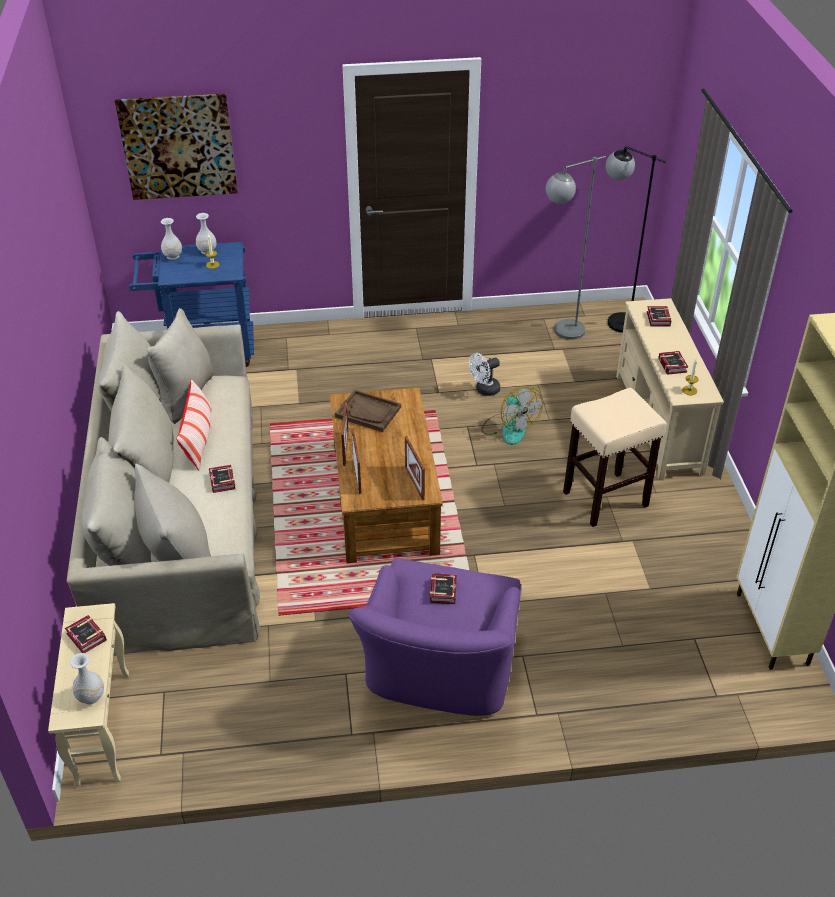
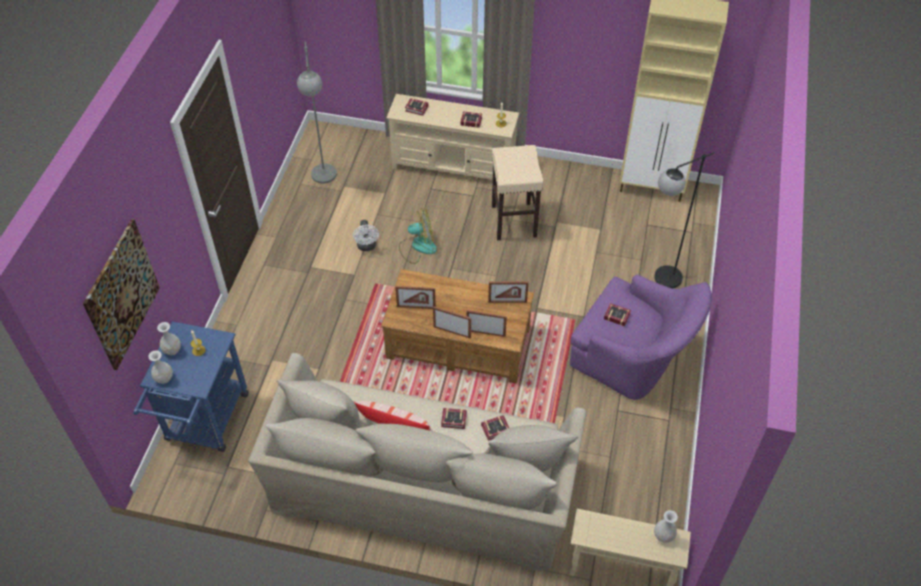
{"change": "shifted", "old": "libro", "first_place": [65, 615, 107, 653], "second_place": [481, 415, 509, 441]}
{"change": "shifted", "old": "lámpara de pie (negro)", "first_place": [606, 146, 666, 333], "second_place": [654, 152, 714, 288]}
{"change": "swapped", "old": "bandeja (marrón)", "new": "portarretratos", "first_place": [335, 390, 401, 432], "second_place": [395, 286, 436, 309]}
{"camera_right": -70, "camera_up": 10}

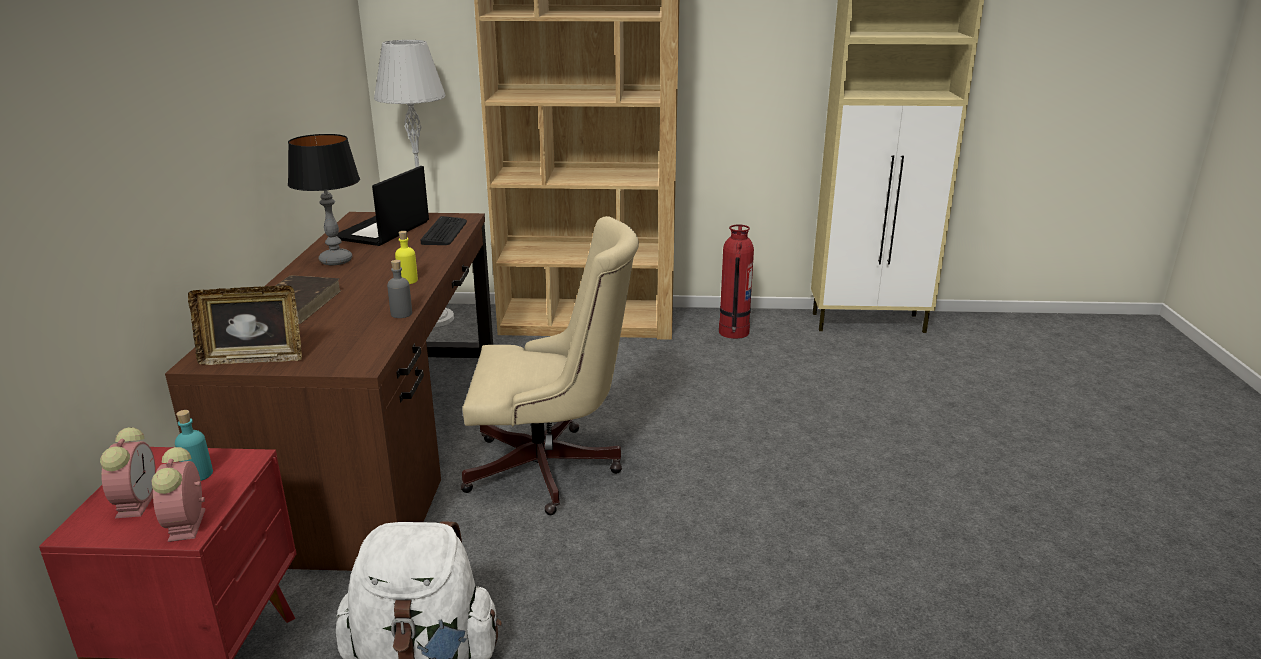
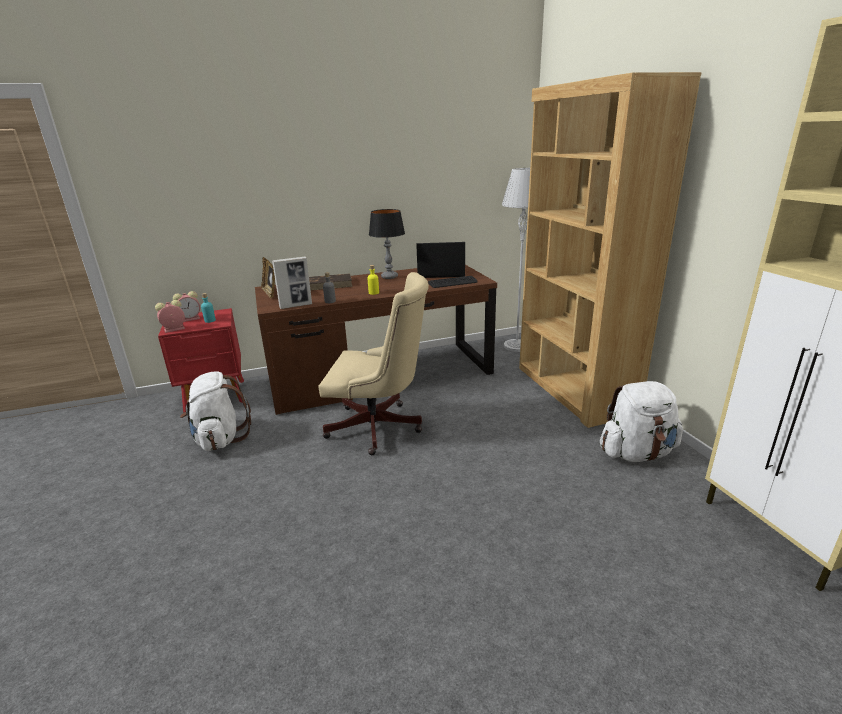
{"change": "new", "new": "portarretratos", "second_place": [272, 256, 312, 309]}
{"change": "swapped", "old": "extintor", "new": "mochila (blanco)", "first_place": [719, 224, 754, 339], "second_place": [600, 381, 683, 462]}
{"change": "rotated", "old": "silla de oficina (beis)", "first_place": [461, 216, 639, 515], "second_place": [318, 272, 429, 455], "degrees": -60}
{"camera_right": 70, "camera_up": 0}

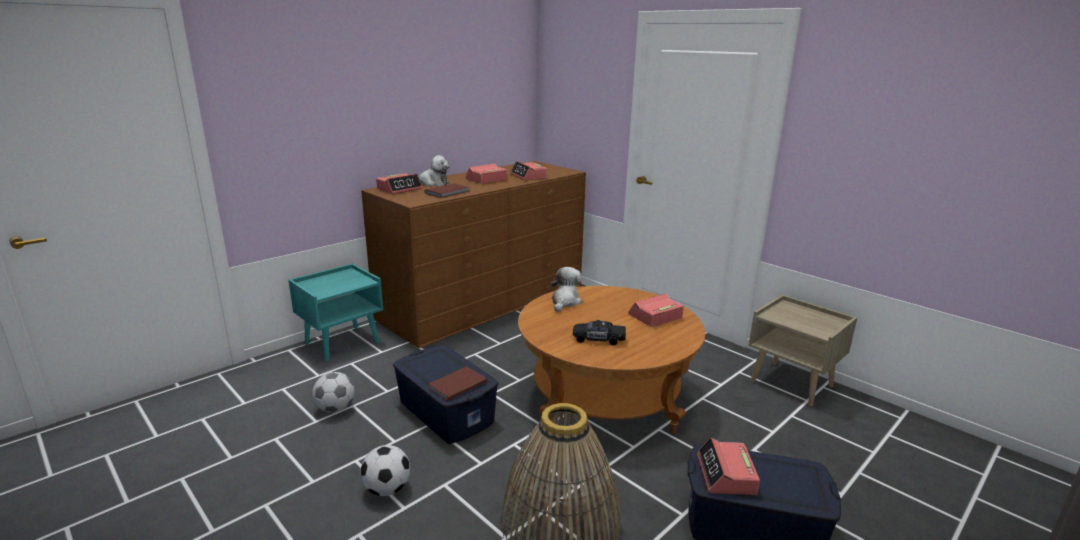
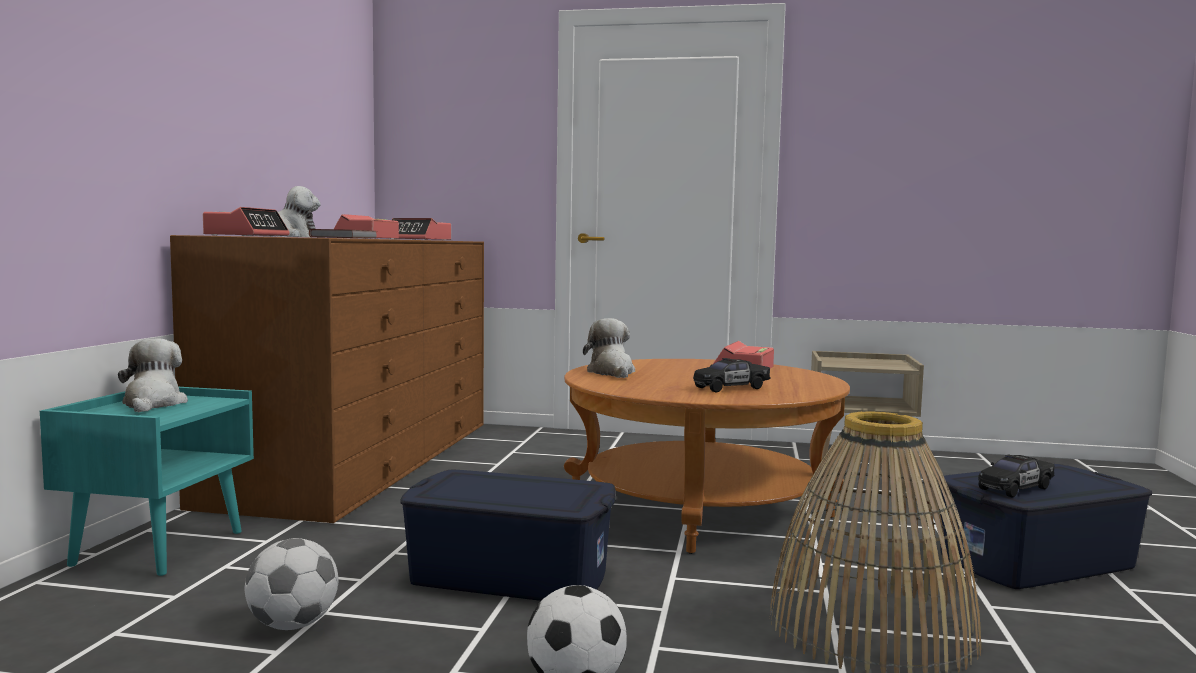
{"change": "gone", "old": "libro (marrón)", "first_place": [428, 366, 487, 401]}
{"change": "new", "new": "peluche", "second_place": [118, 338, 188, 412]}
{"change": "swapped", "old": "despertador", "new": "coche de juguete (negro)", "first_place": [697, 438, 760, 495], "second_place": [978, 454, 1055, 498]}
{"camera_right": -35, "camera_up": -15}

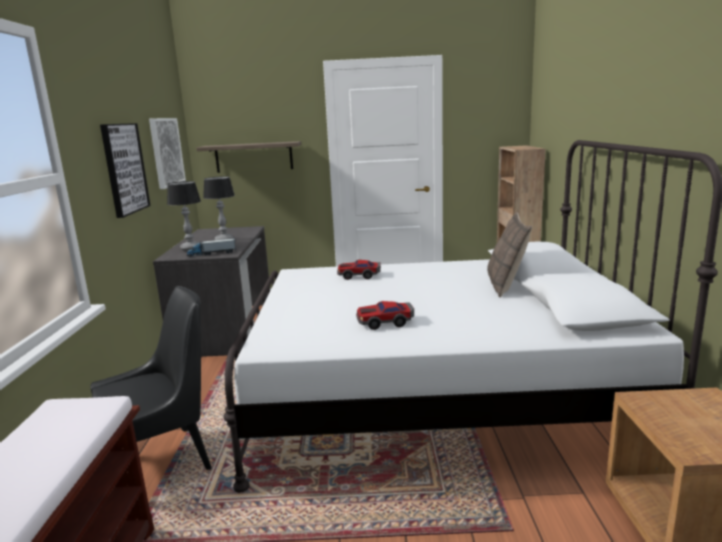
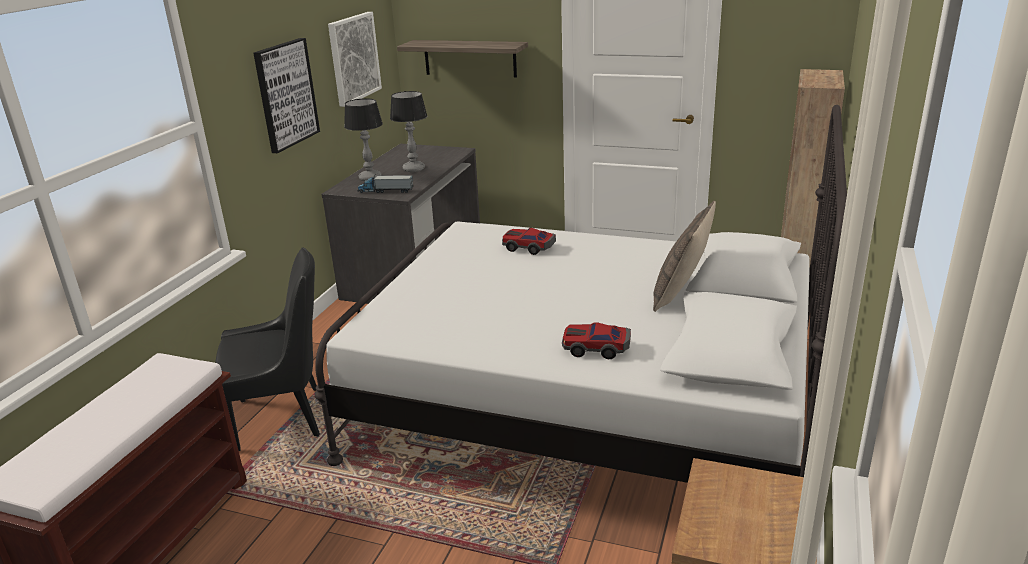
{"change": "shifted", "old": "coche de juguete", "first_place": [356, 301, 414, 330], "second_place": [562, 322, 631, 359]}
{"camera_right": 20, "camera_up": 10}

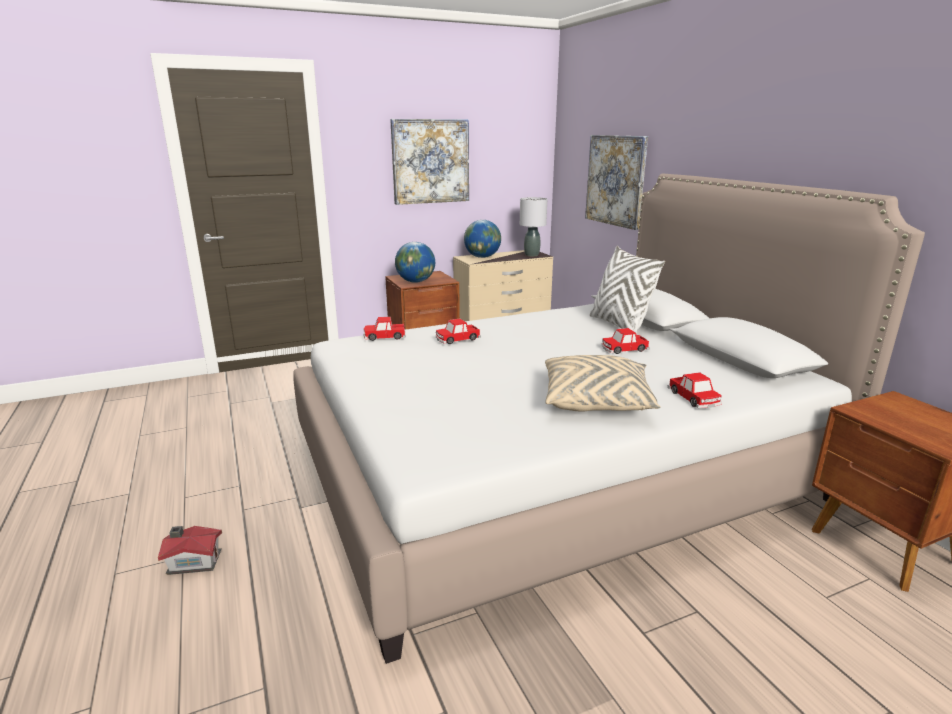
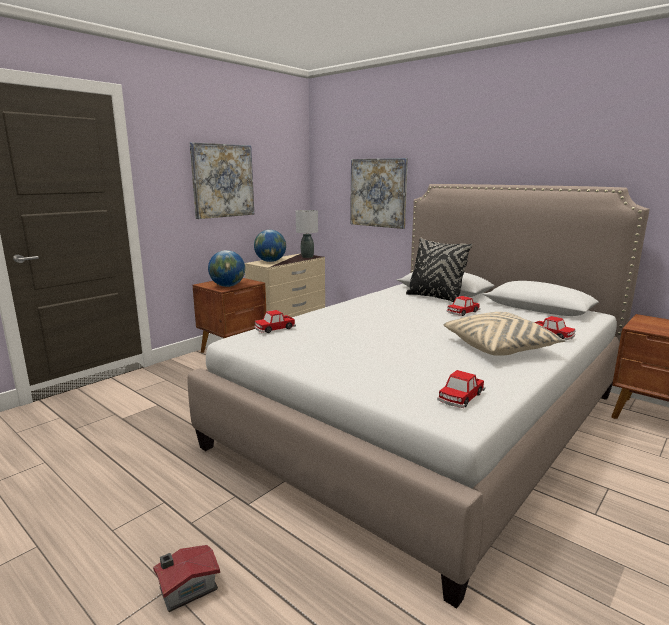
{"change": "shifted", "old": "coche de juguete", "first_place": [436, 318, 481, 344], "second_place": [437, 370, 485, 408]}
{"change": "repainted", "old": "cojín (blanco)", "new": "cojín (negro)", "first_place": [590, 246, 665, 335], "second_place": [406, 238, 473, 302]}
{"camera_right": -25, "camera_up": -5}

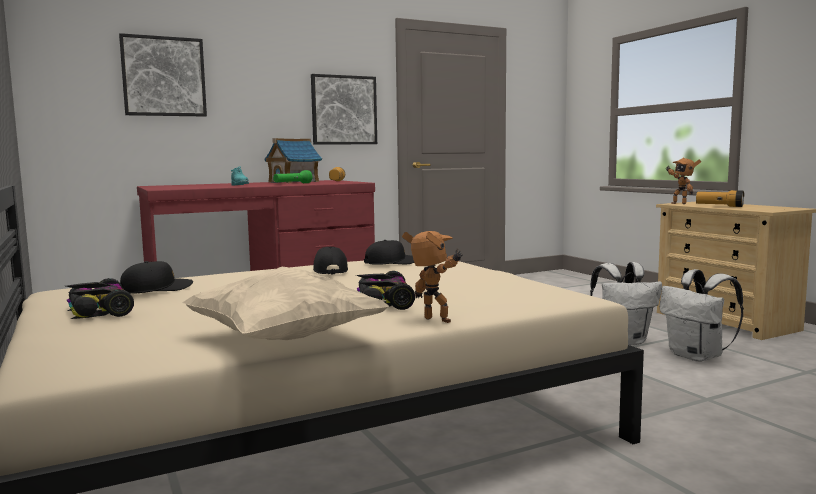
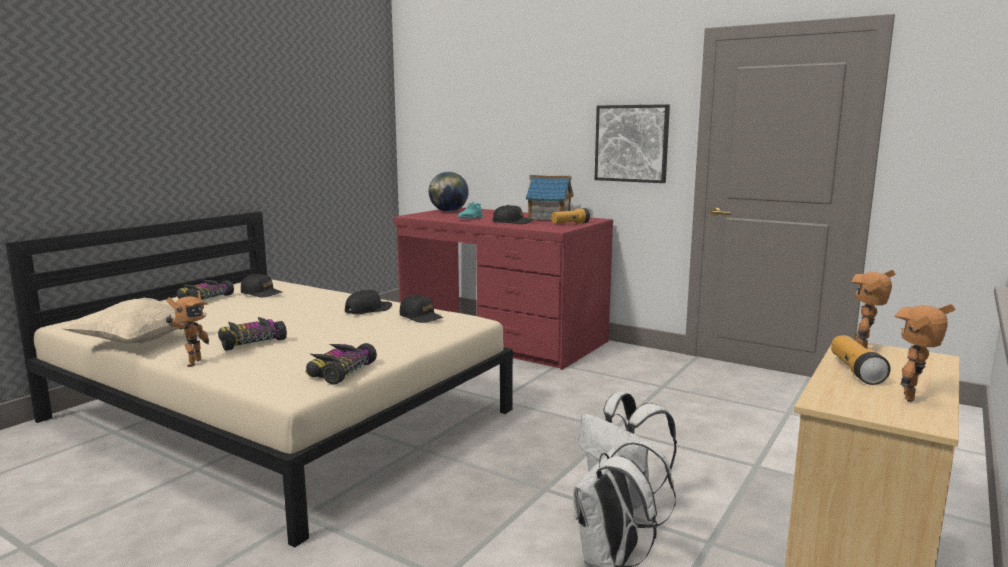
{"change": "gone", "old": "cuadro", "first_place": [119, 33, 207, 117]}
{"change": "new", "new": "coche de juguete", "second_place": [305, 343, 377, 385]}
{"change": "new", "new": "globo terráqueo", "second_place": [429, 172, 469, 212]}
{"change": "new", "new": "robot de juguete", "second_place": [895, 304, 955, 402]}
{"change": "swapped", "old": "linterna (verde)", "new": "gorra (negro)", "first_place": [273, 170, 312, 183], "second_place": [493, 205, 534, 224]}
{"camera_right": 60, "camera_up": 5}

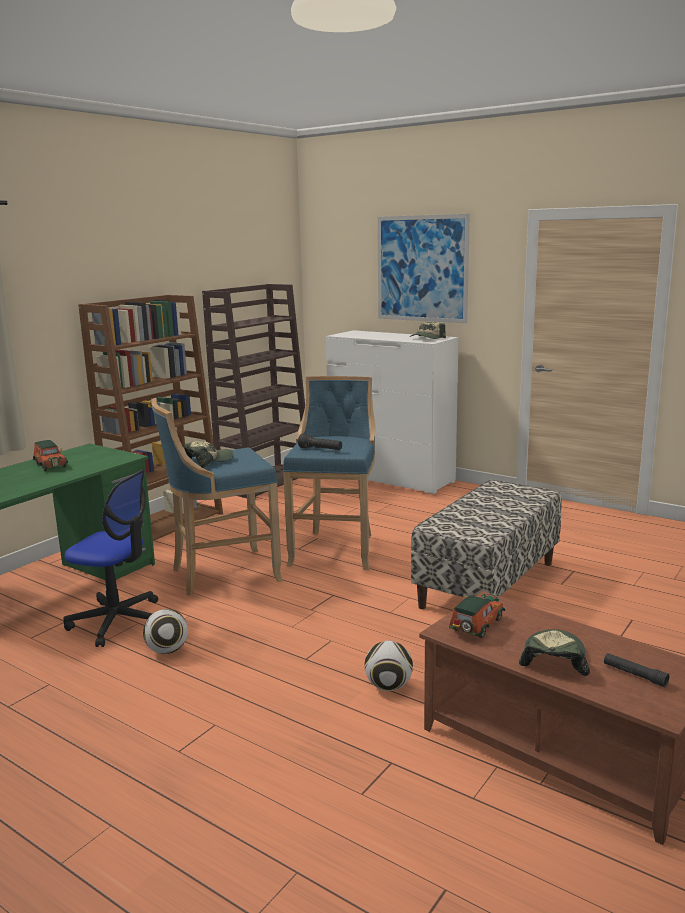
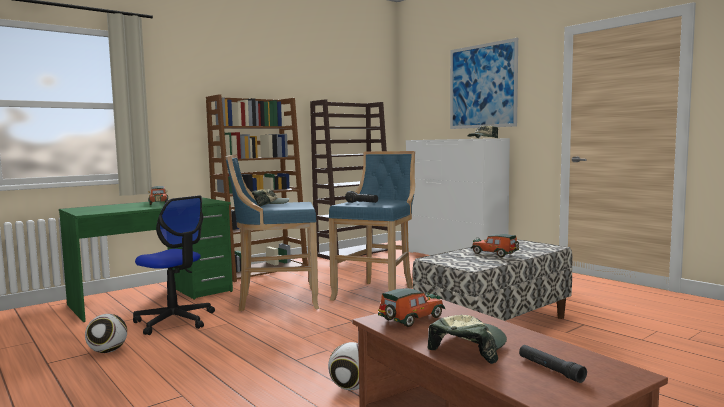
{"change": "new", "new": "coche de juguete", "second_place": [471, 234, 519, 257]}
{"change": "shifted", "old": "balón de fútbol", "first_place": [143, 609, 188, 654], "second_place": [85, 314, 127, 353]}
{"camera_right": 15, "camera_up": -10}

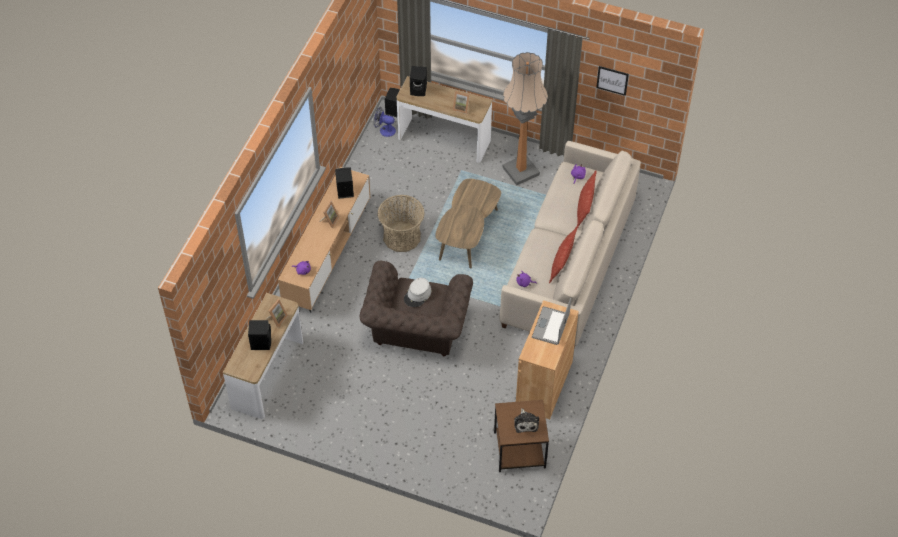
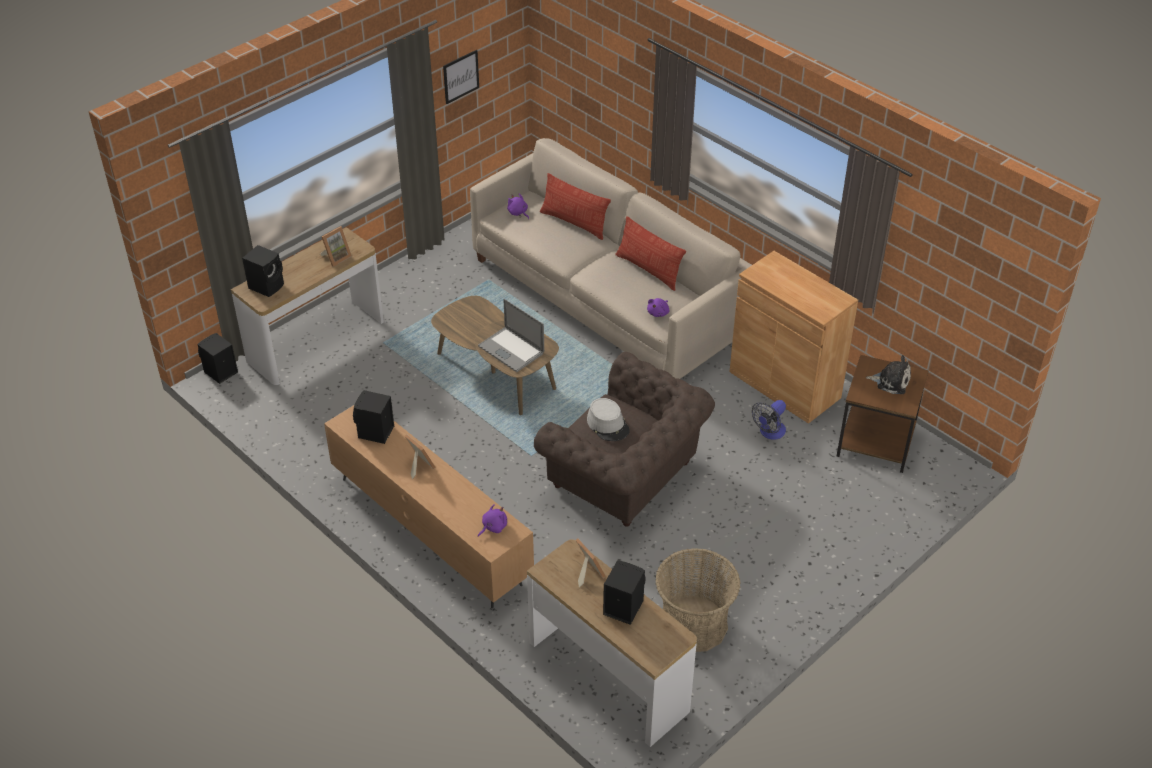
{"change": "gone", "old": "lámpara de pie", "first_place": [502, 52, 548, 185]}
{"change": "shifted", "old": "ventilador", "first_place": [374, 107, 396, 137], "second_place": [752, 400, 786, 440]}
{"change": "shifted", "old": "cesta", "first_place": [378, 195, 425, 252], "second_place": [655, 548, 741, 652]}
{"change": "shifted", "old": "portátil", "first_place": [532, 298, 571, 345], "second_place": [478, 299, 544, 372]}
{"camera_right": -65, "camera_up": -10}

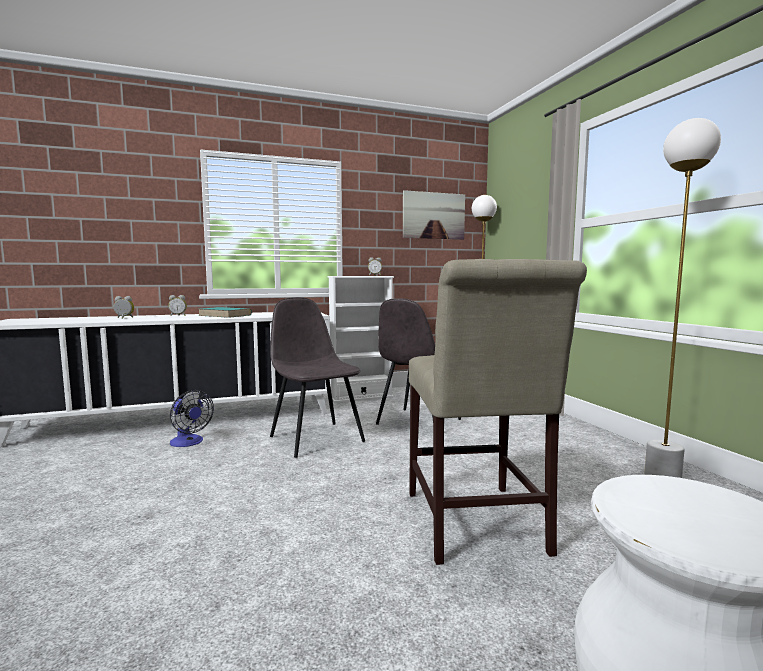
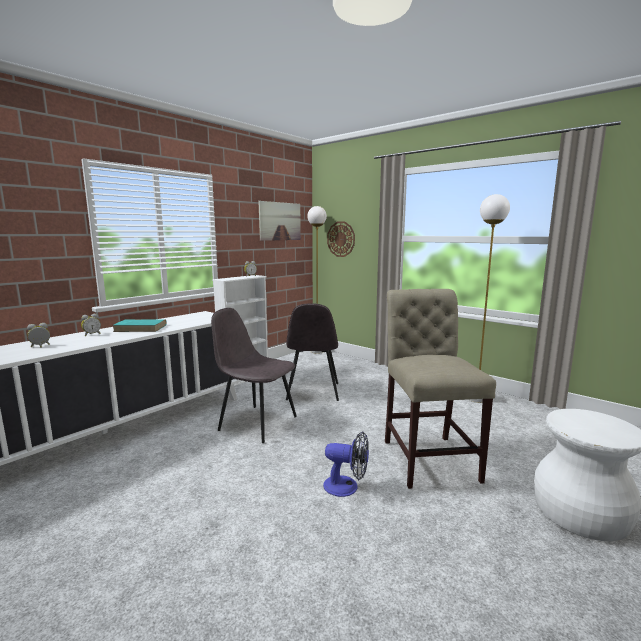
{"change": "new", "new": "reloj de pared", "second_place": [327, 221, 355, 257]}
{"change": "shifted", "old": "ventilador", "first_place": [170, 390, 214, 447], "second_place": [323, 432, 369, 497]}
{"change": "rotated", "old": "silla (beis)", "first_place": [409, 259, 587, 565], "second_place": [385, 289, 496, 489], "degrees": -150}
{"camera_right": -30, "camera_up": 5}

